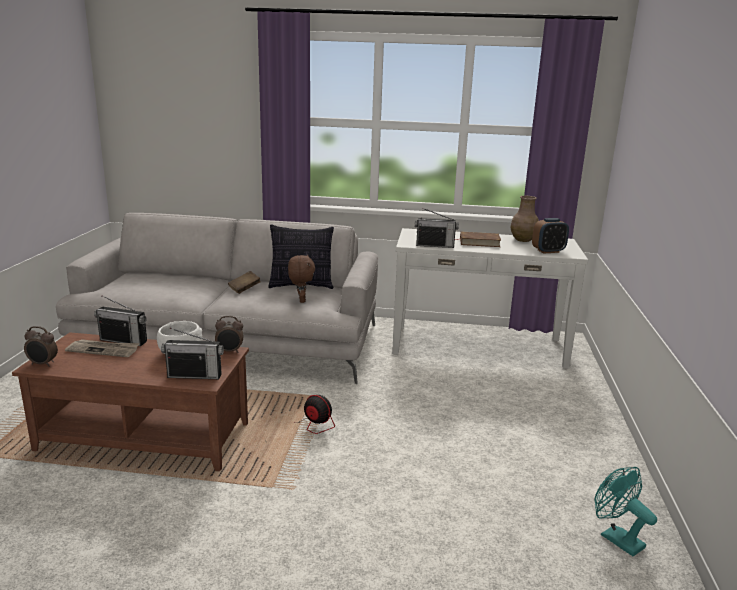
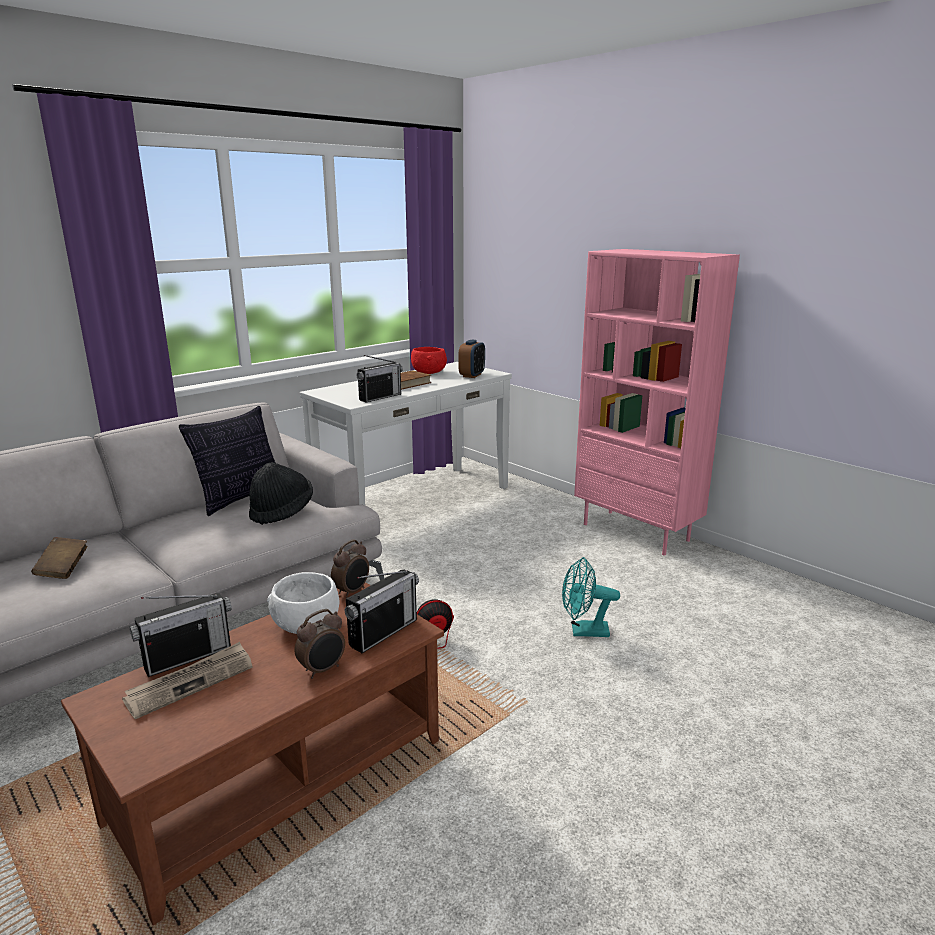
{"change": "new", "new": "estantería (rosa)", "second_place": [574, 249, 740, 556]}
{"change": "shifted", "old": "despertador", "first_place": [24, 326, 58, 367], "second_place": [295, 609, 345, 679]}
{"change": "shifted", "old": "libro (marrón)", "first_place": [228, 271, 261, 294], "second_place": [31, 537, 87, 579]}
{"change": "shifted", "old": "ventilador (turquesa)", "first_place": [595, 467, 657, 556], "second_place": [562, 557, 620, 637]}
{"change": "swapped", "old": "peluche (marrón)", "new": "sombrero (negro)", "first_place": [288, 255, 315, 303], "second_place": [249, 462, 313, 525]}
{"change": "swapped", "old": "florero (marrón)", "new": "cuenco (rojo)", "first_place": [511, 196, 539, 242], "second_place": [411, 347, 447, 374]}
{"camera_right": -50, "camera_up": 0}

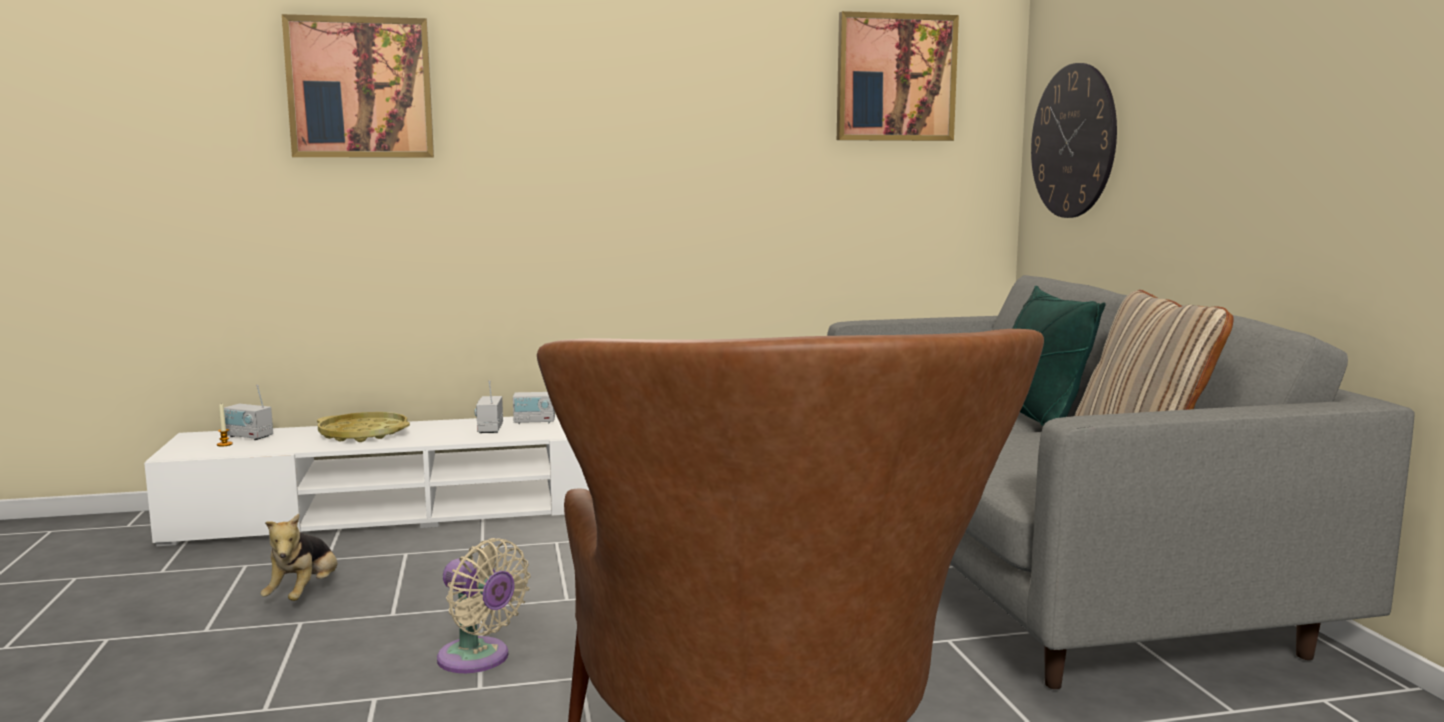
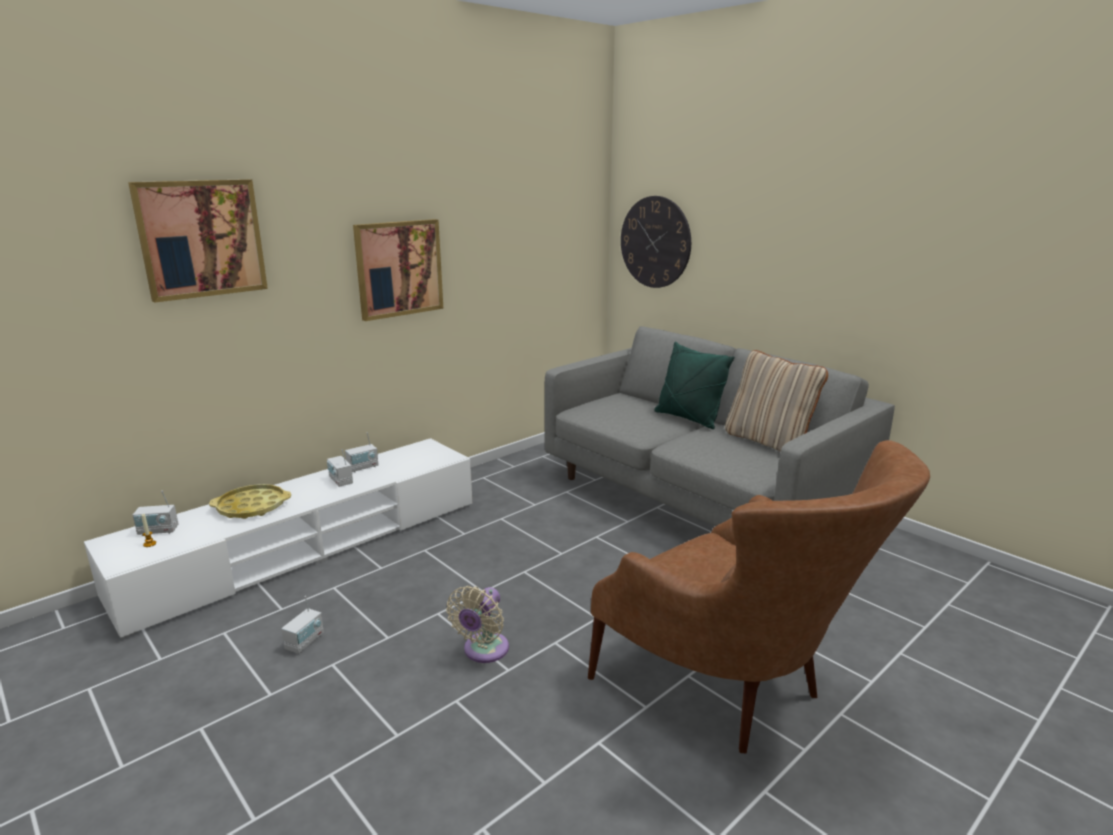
{"change": "shifted", "old": "cuadro", "first_place": [837, 11, 959, 141], "second_place": [353, 219, 443, 321]}
{"change": "swapped", "old": "peluche", "new": "radio", "first_place": [260, 514, 337, 601], "second_place": [281, 596, 324, 654]}
{"change": "rotated", "old": "ventilador (beis)", "first_place": [437, 538, 531, 673], "second_place": [446, 586, 509, 663], "degrees": 105}
{"camera_right": -30, "camera_up": 10}

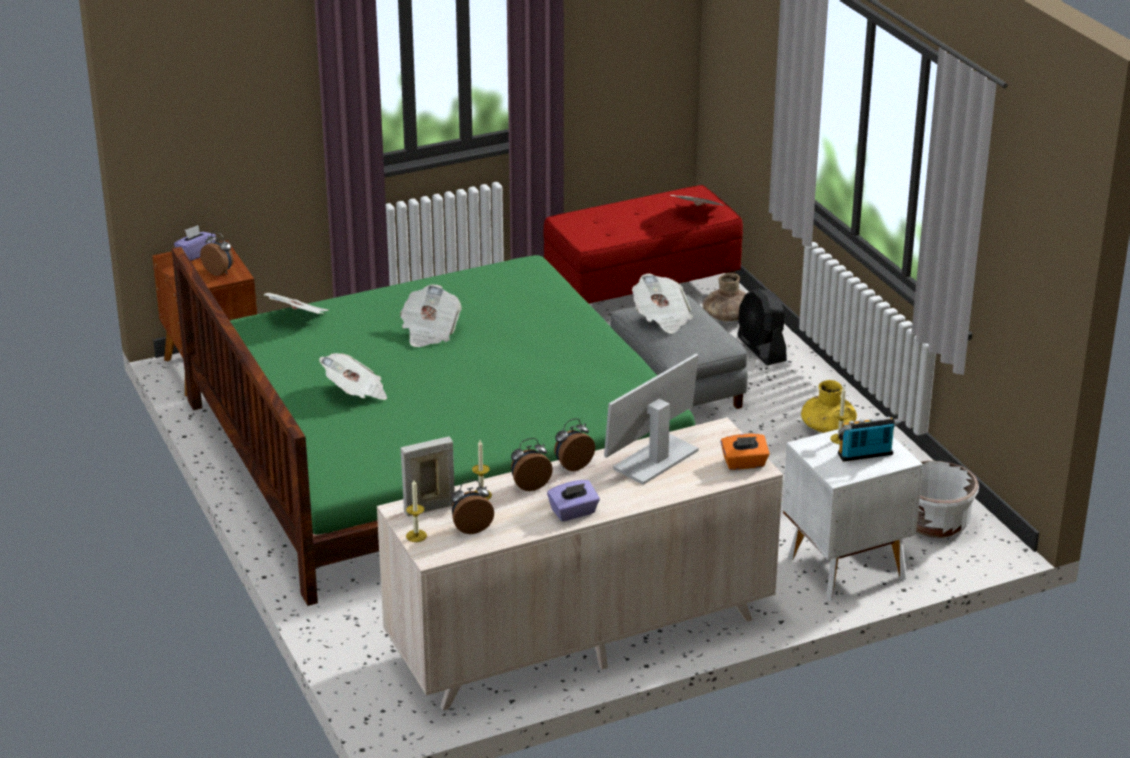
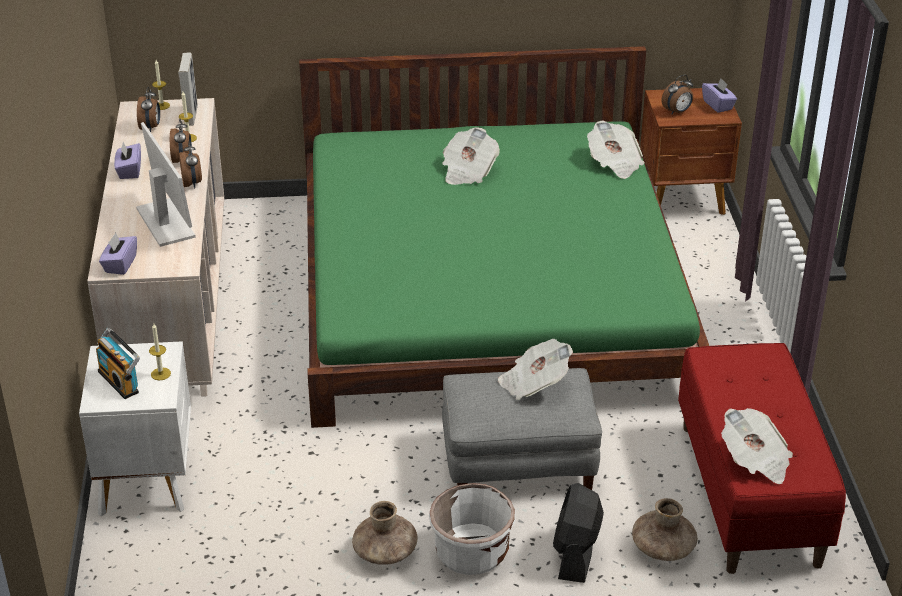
{"change": "gone", "old": "periódico", "first_place": [400, 284, 462, 347]}
{"change": "shifted", "old": "maceta (blanco)", "first_place": [916, 461, 979, 538], "second_place": [429, 483, 516, 575]}
{"change": "repainted", "old": "caja de pañuelos (naranja)", "new": "caja de pañuelos (morado)", "first_place": [721, 434, 770, 470], "second_place": [99, 233, 137, 275]}
{"change": "repainted", "old": "florero (amarillo)", "new": "florero (marrón)", "first_place": [801, 380, 857, 433], "second_place": [352, 501, 417, 565]}
{"change": "rotated", "old": "ventilador (negro)", "first_place": [737, 289, 787, 365], "second_place": [553, 483, 604, 583], "degrees": -75}
{"change": "rotated", "old": "radio", "first_place": [838, 417, 901, 462], "second_place": [96, 328, 140, 399], "degrees": 135}
{"camera_right": 110, "camera_up": 5}

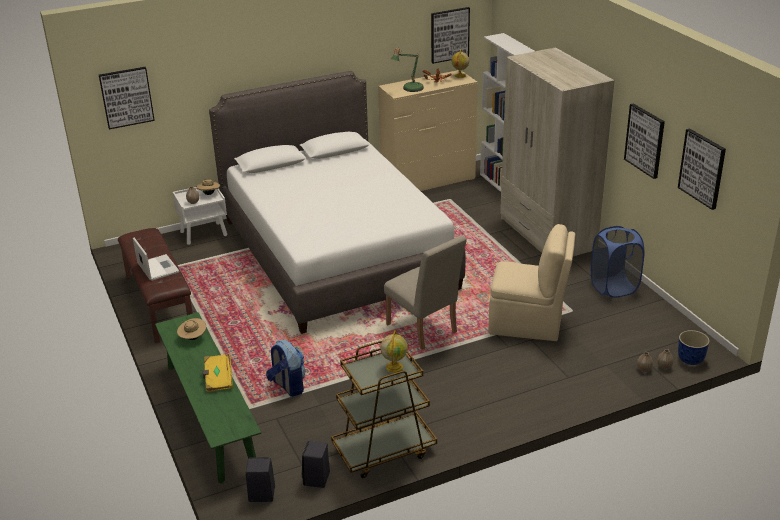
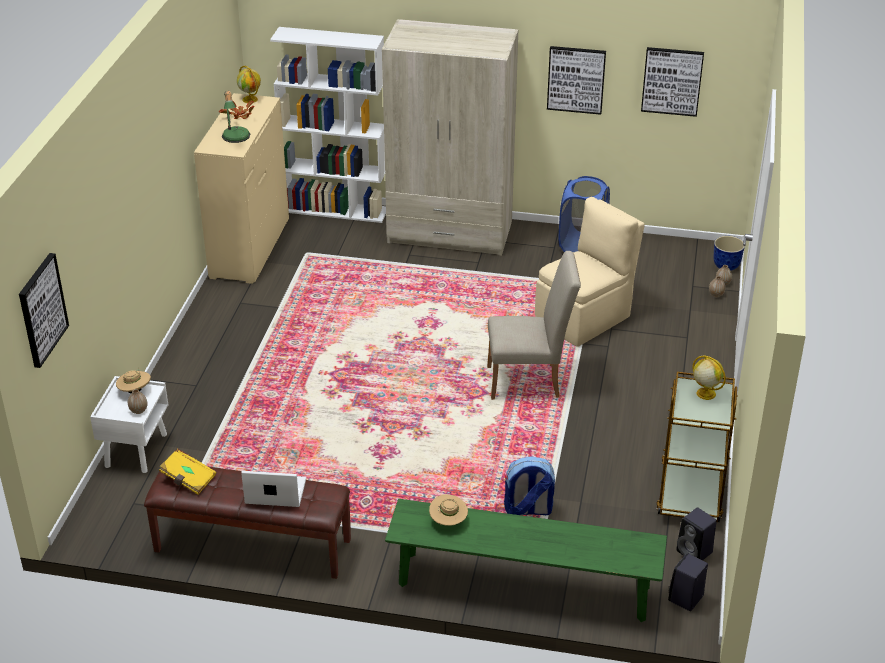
{"change": "gone", "old": "cama (blanco)", "first_place": [209, 71, 466, 334]}
{"change": "gone", "old": "cuadro", "first_place": [431, 7, 470, 64]}
{"change": "shifted", "old": "libro (amarillo)", "first_place": [203, 354, 233, 392], "second_place": [159, 448, 216, 495]}
{"camera_right": -55, "camera_up": 5}

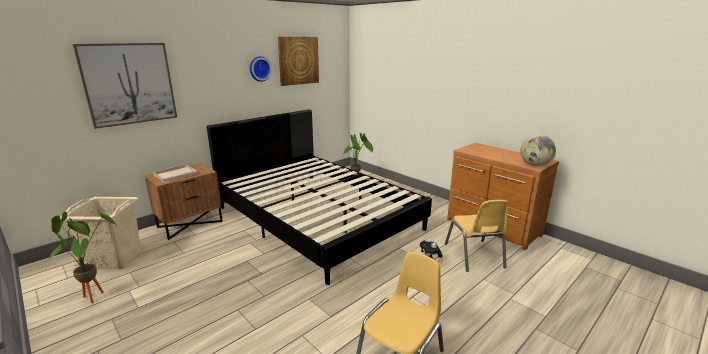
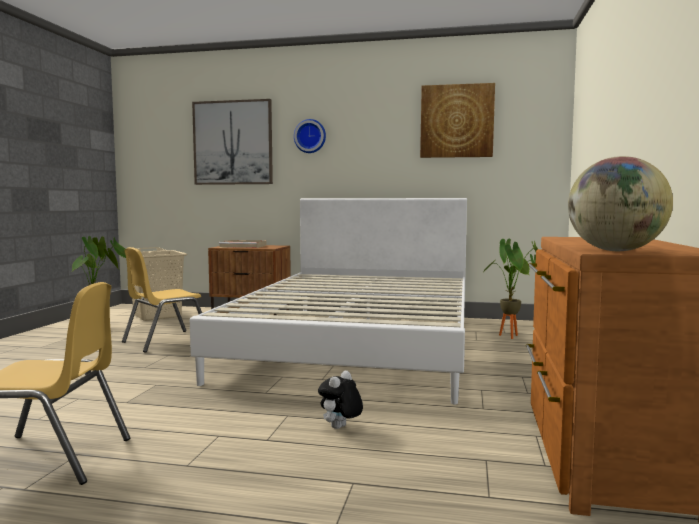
{"change": "shifted", "old": "reloj de pared", "first_place": [250, 56, 272, 82], "second_place": [294, 119, 326, 153]}
{"change": "shifted", "old": "silla (amarillo)", "first_place": [445, 200, 508, 272], "second_place": [122, 247, 202, 353]}
{"change": "repainted", "old": "cama (negro)", "new": "cama (blanco)", "first_place": [206, 109, 432, 285], "second_place": [190, 198, 467, 405]}
{"camera_right": 55, "camera_up": -15}

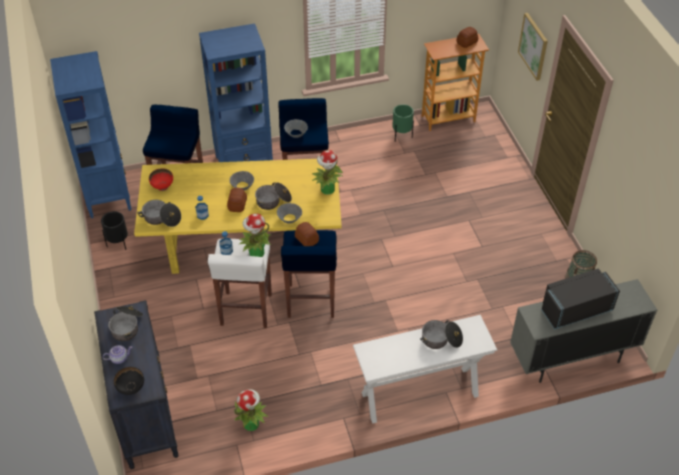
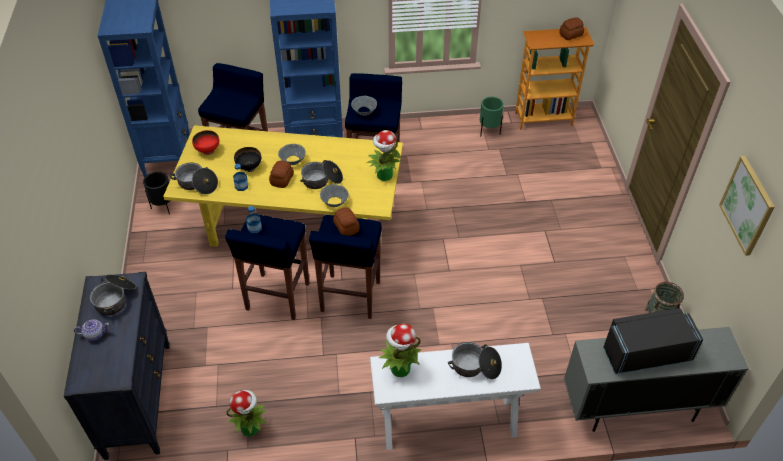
{"change": "shifted", "old": "cuenco (negro)", "first_place": [114, 367, 144, 395], "second_place": [234, 147, 261, 172]}
{"change": "shifted", "old": "planta en maceta", "first_place": [239, 213, 271, 257], "second_place": [379, 324, 421, 377]}
{"change": "shifted", "old": "cuadro", "first_place": [518, 13, 548, 81], "second_place": [719, 156, 775, 256]}
{"change": "repainted", "old": "taburete (blanco)", "new": "taburete (azul)", "first_place": [208, 239, 272, 328], "second_place": [225, 215, 309, 320]}
{"camera_right": 10, "camera_up": 0}

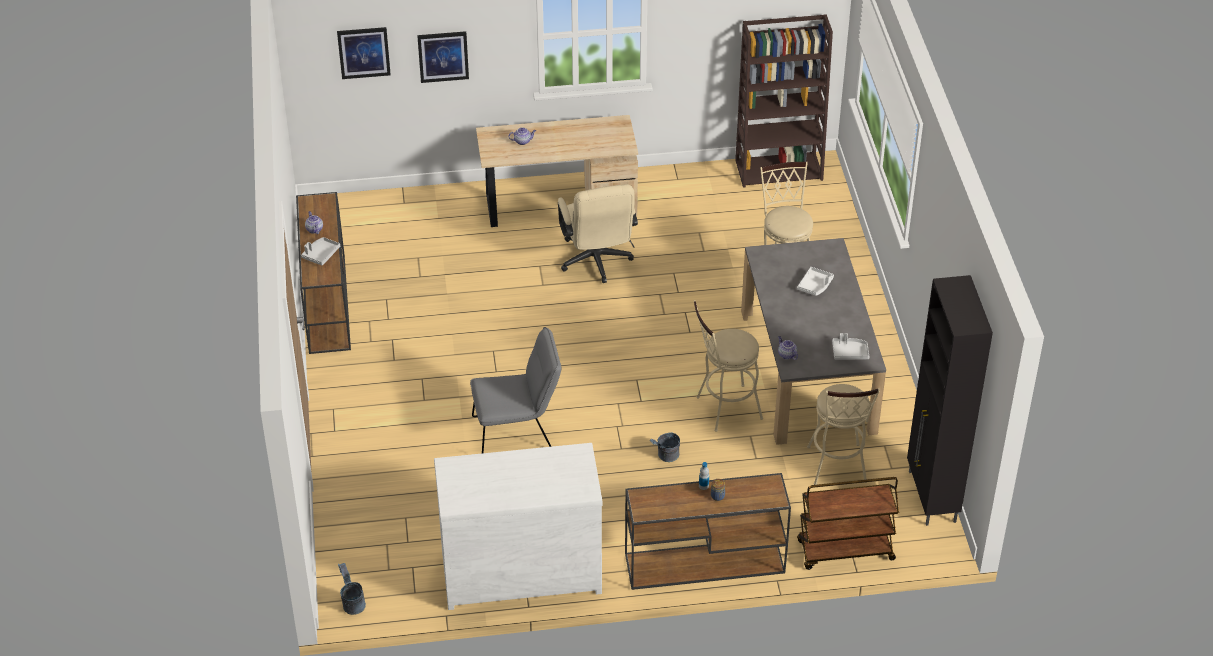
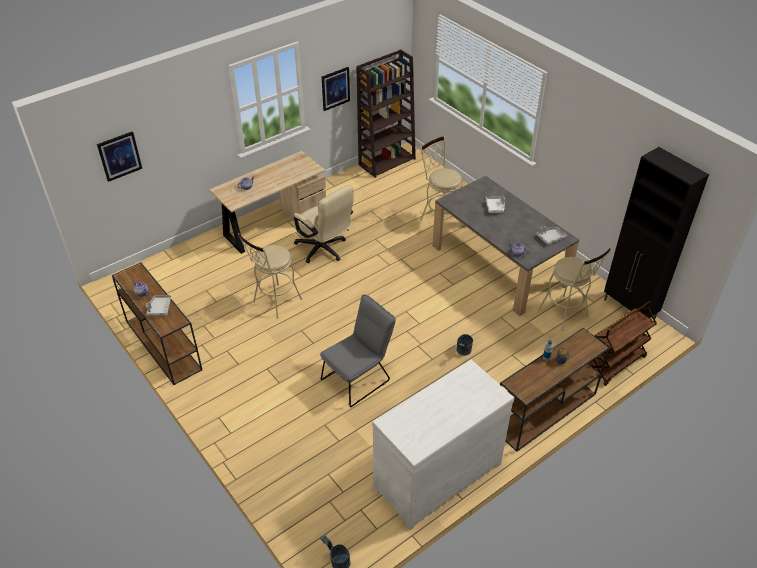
{"change": "shifted", "old": "cuadro", "first_place": [417, 31, 469, 83], "second_place": [322, 67, 350, 111]}
{"change": "shifted", "old": "taburete (beis)", "first_place": [694, 300, 763, 432], "second_place": [238, 233, 302, 319]}
{"camera_right": -30, "camera_up": 0}

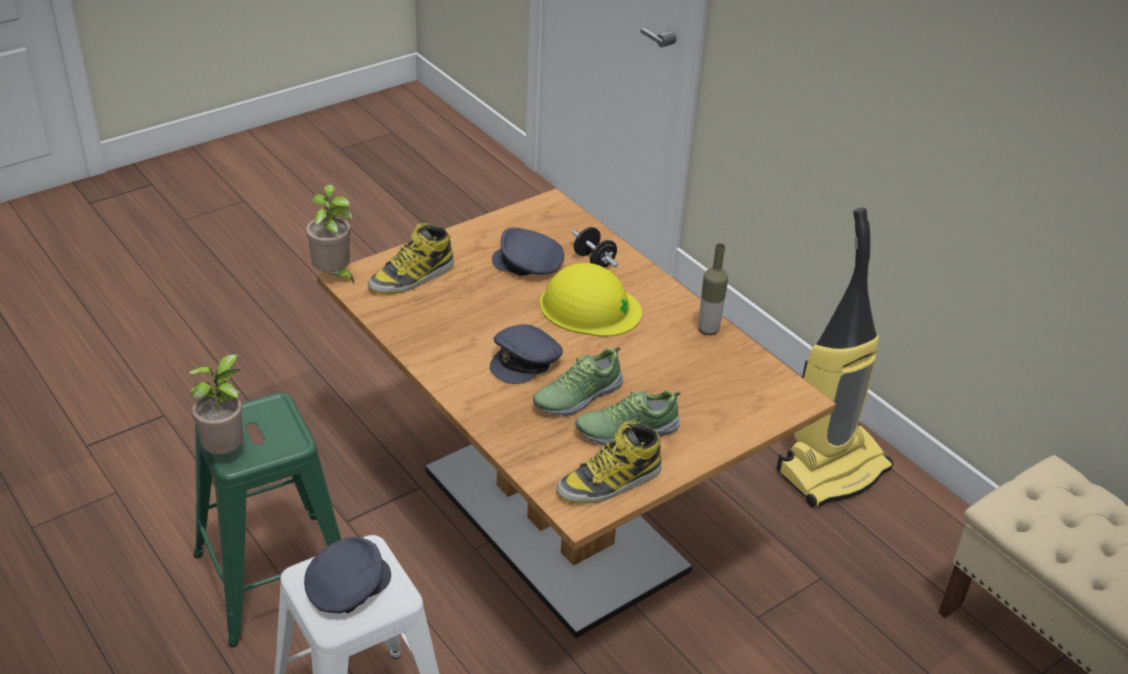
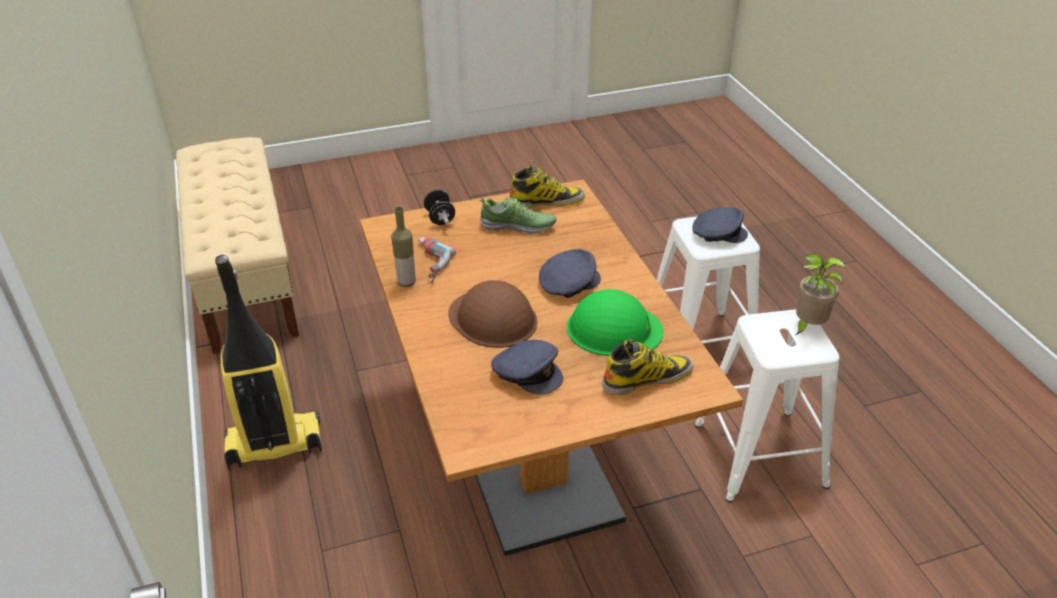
{"change": "gone", "old": "planta en maceta", "first_place": [306, 185, 354, 283]}
{"change": "gone", "old": "zapato", "first_place": [533, 347, 623, 416]}
{"change": "new", "new": "taladro", "second_place": [418, 237, 456, 283]}
{"change": "new", "new": "casco (verde)", "second_place": [567, 289, 664, 356]}
{"change": "shifted", "old": "mancuerna (negro)", "first_place": [572, 227, 618, 268], "second_place": [424, 190, 455, 225]}
{"change": "repainted", "old": "taburete (verde)", "new": "taburete (blanco)", "first_place": [194, 393, 341, 647], "second_place": [694, 309, 839, 502]}
{"change": "repainted", "old": "casco (amarillo)", "new": "casco (marrón)", "first_place": [540, 263, 642, 337], "second_place": [448, 280, 537, 348]}
{"change": "rotated", "old": "gorra (gris)", "first_place": [304, 537, 391, 613], "second_place": [692, 207, 748, 243], "degrees": -150}
{"camera_right": -160, "camera_up": 0}

